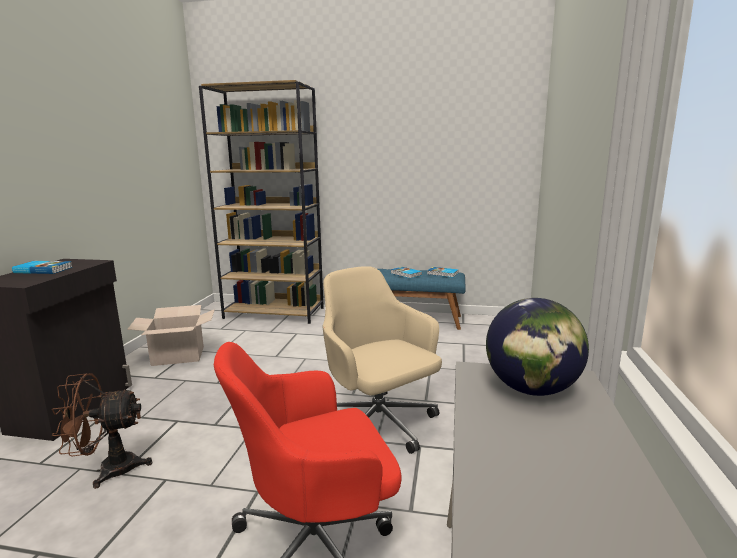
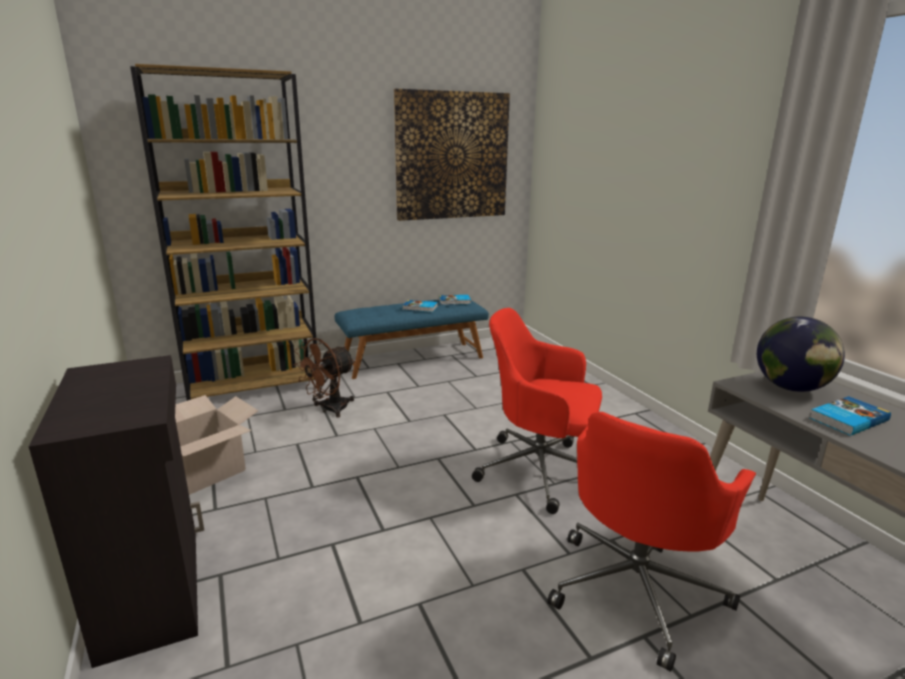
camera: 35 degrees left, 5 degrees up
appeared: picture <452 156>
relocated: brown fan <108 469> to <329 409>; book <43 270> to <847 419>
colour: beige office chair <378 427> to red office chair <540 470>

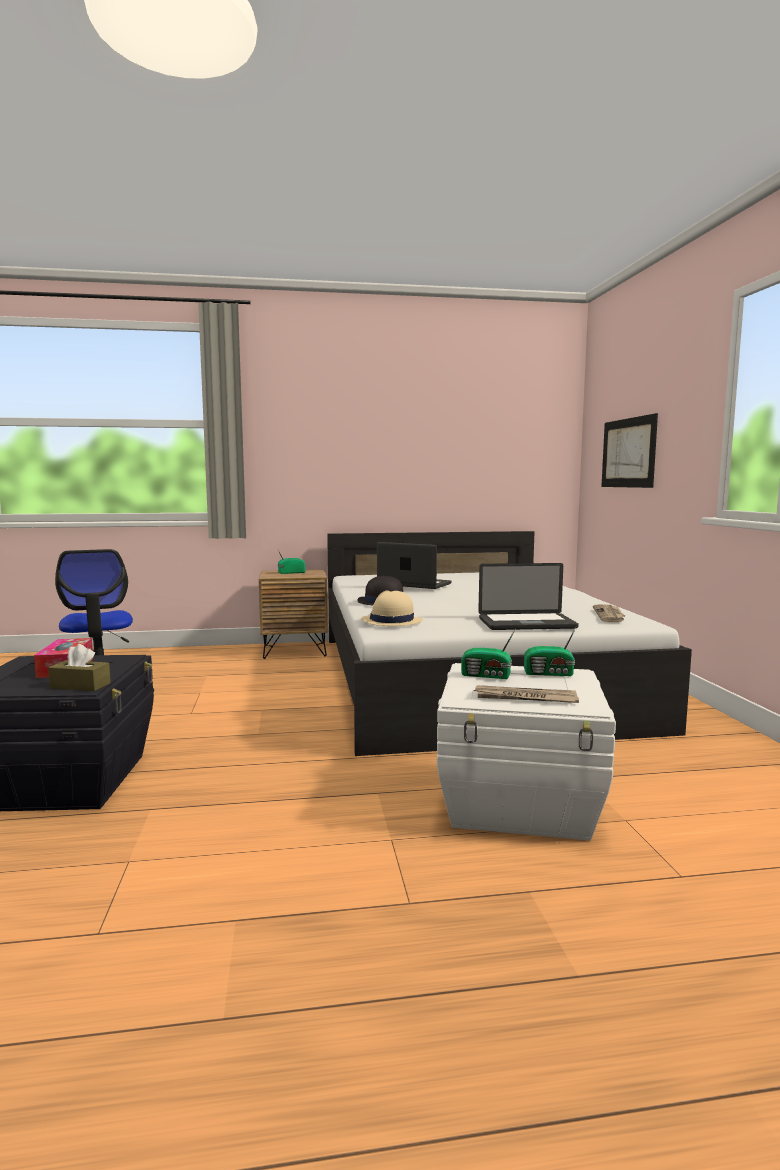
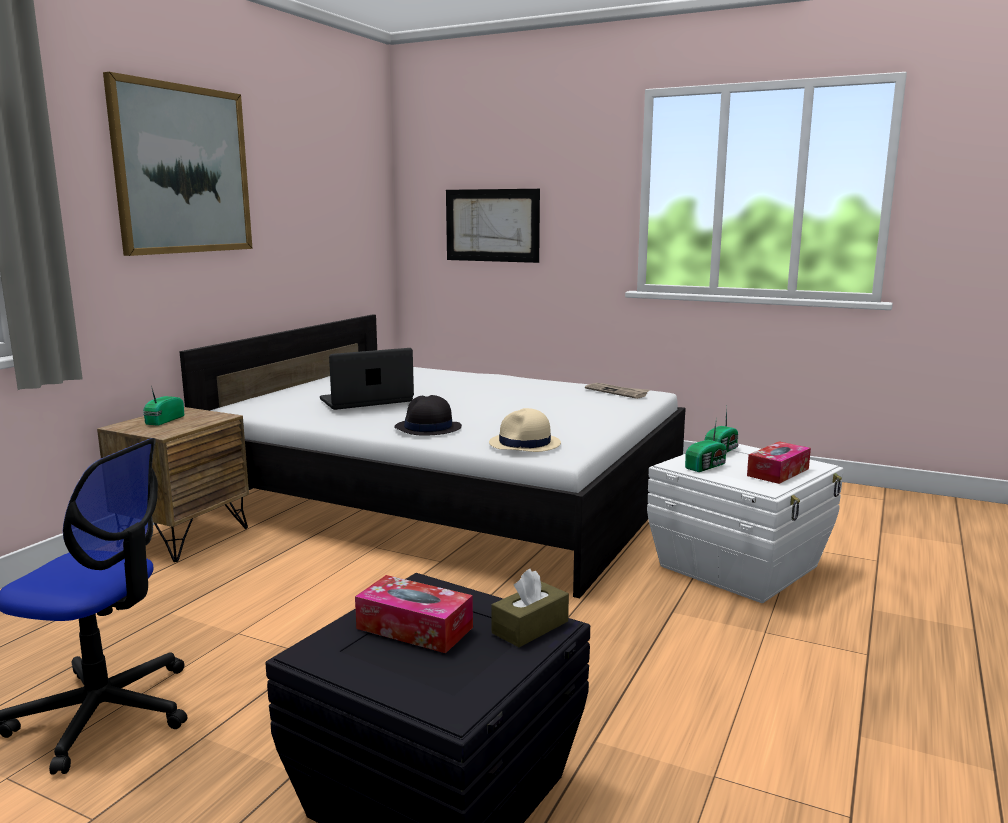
camera: 55 degrees left, 5 degrees up
missing: laptop <526 623>
appeared: picture <182 170>
exchanged: newspaper <525 698> to tissue box <778 472>

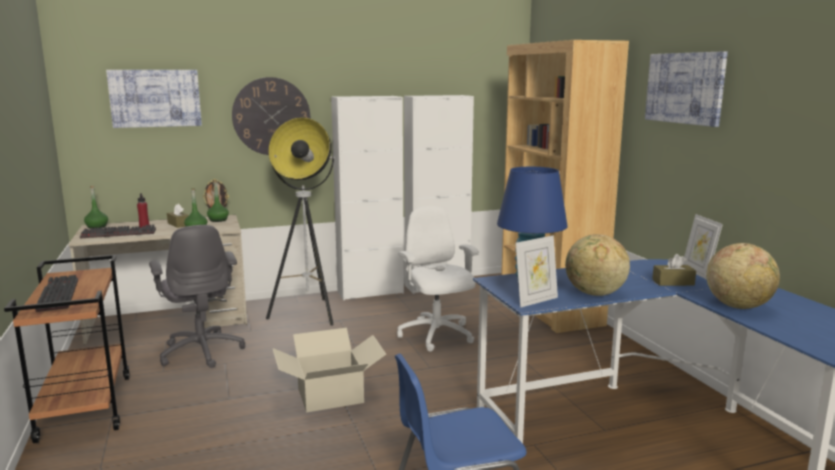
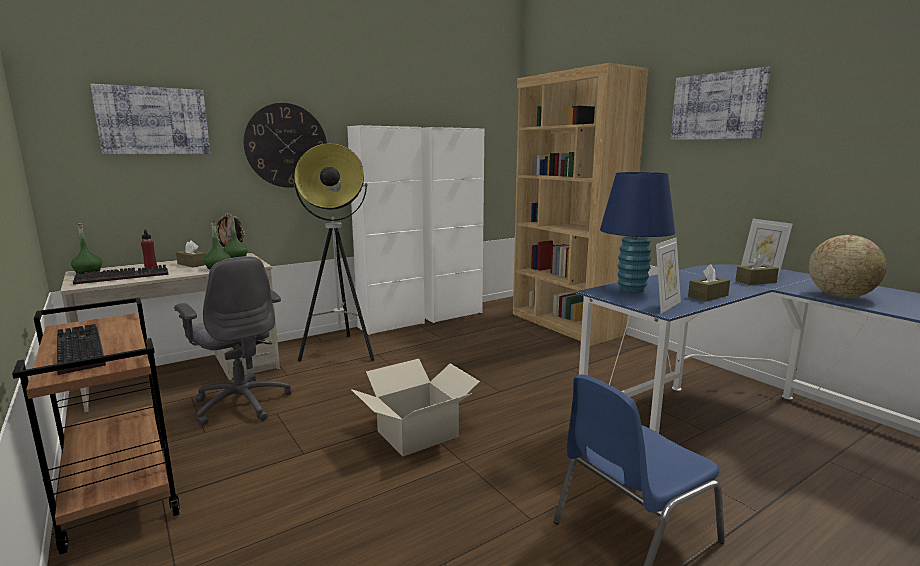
camera: 15 degrees left, 0 degrees up
missing: white office chair <436 336>
exchanged: globe <594 294> to brown tissue box <708 296>

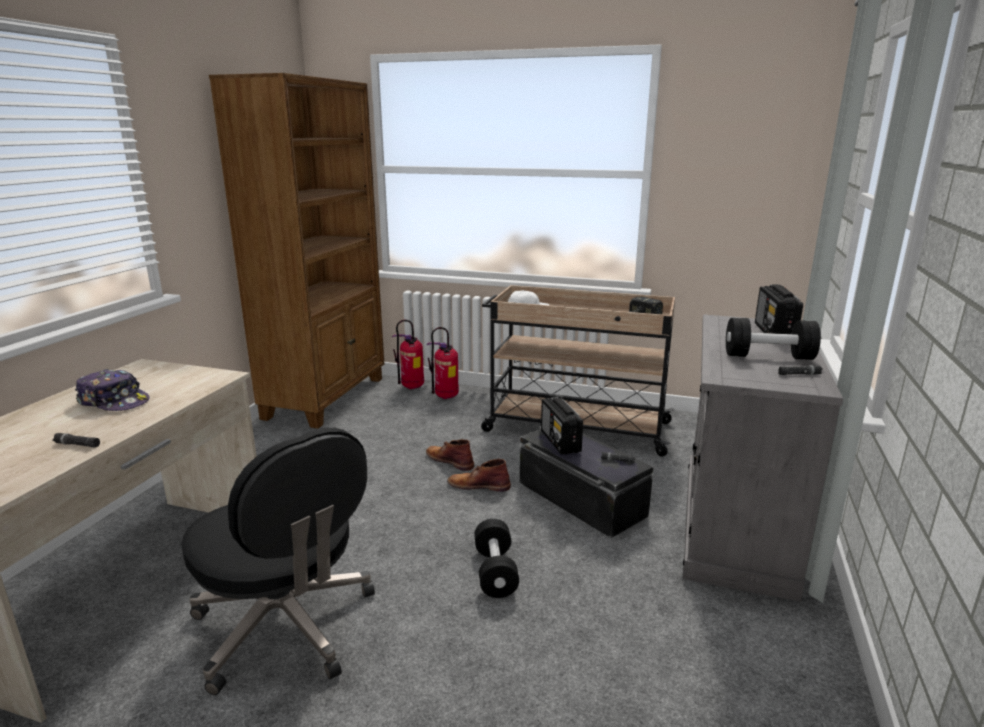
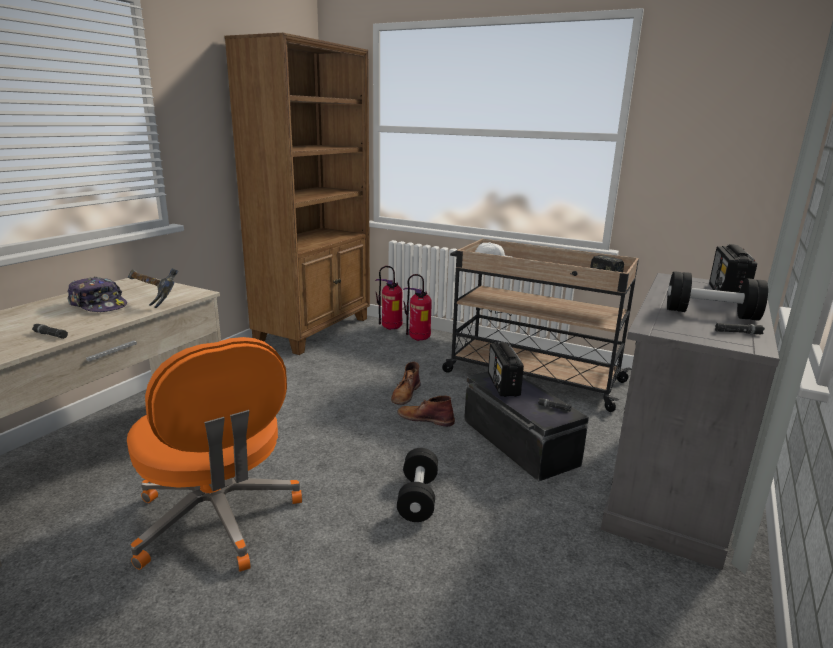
camera: 10 degrees right, 0 degrees up
appeared: hammer <153 298>
colour: black office chair <286 626> to orange office chair <218 519>
spun: brown boot <449 460> = <405 394> 120 degrees counterclockwise

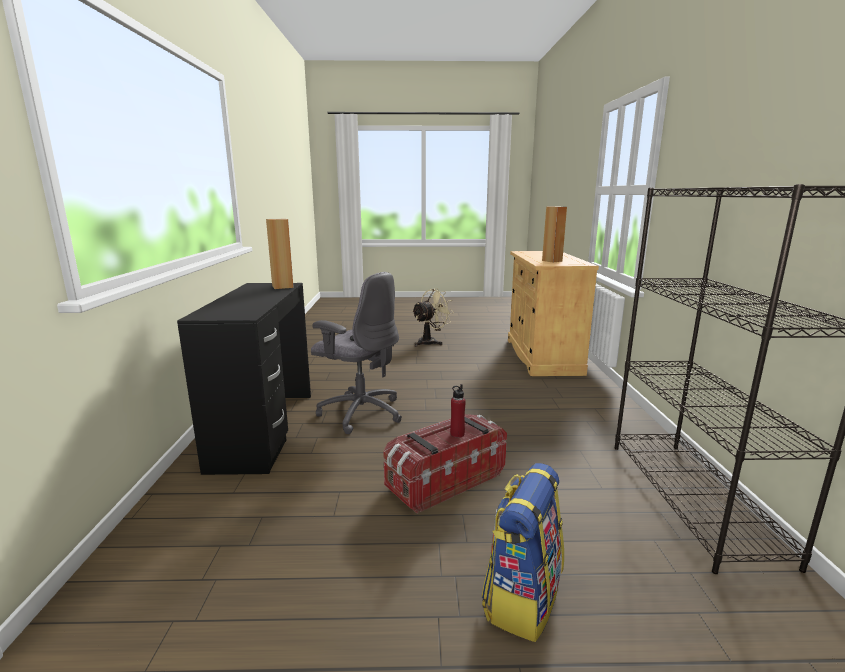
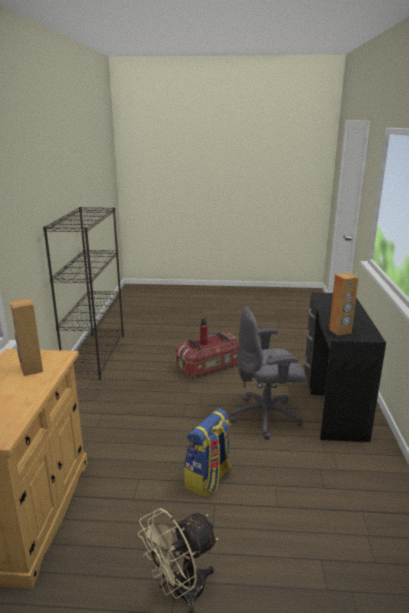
camera: 175 degrees left, 5 degrees up
relocated: backpack <521 597> to <209 479>
spun: grey office chair <360 412> = <266 417> 45 degrees counterclockwise

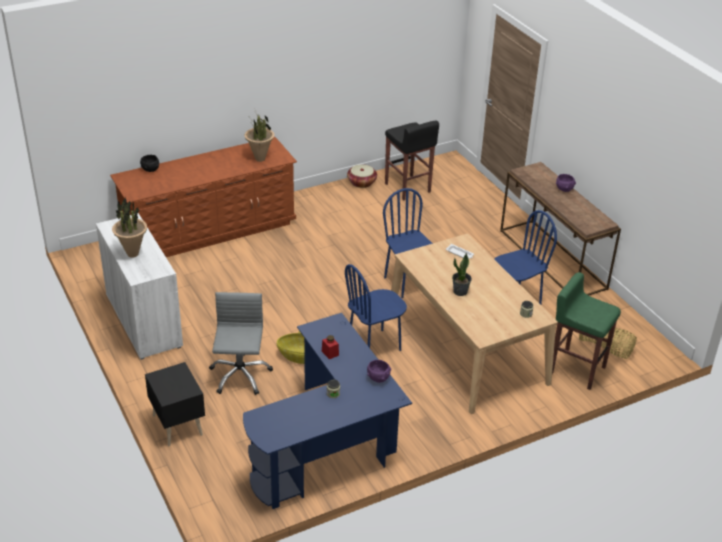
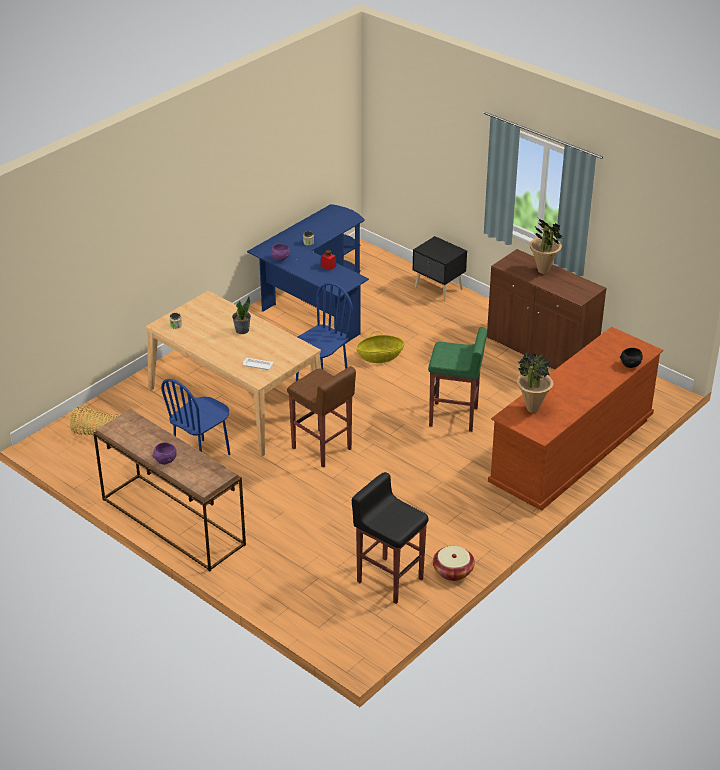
camera: 160 degrees right, 0 degrees up
missing: grey office chair <240 375>
relocated: green stool <576 369> to <454 417>
exchanged: blue chair <408 283> to brown stool <321 449>
colour: white cabinet <144 320> to brown cabinet <541 350>

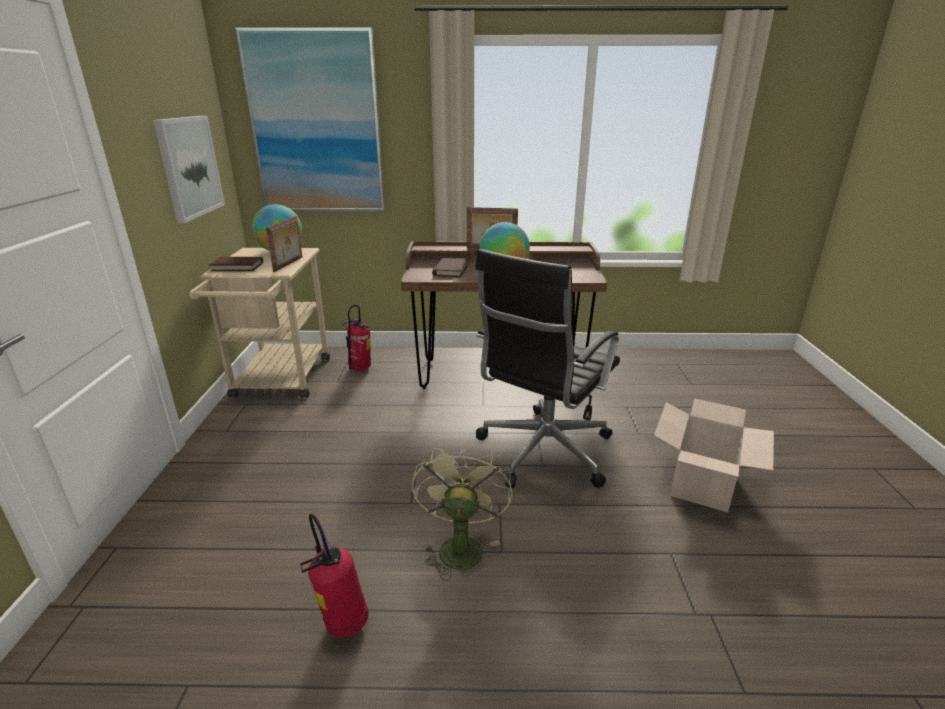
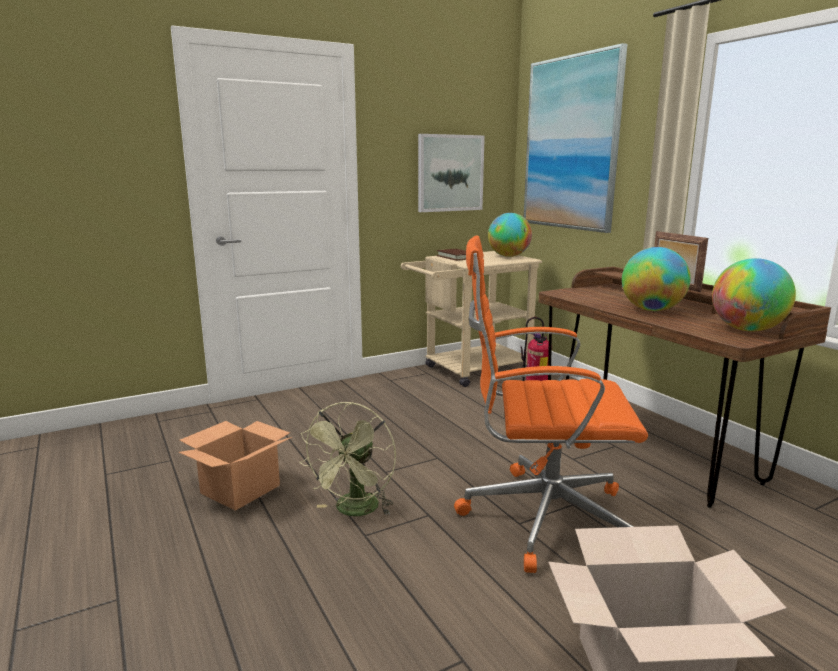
camera: 60 degrees right, 10 degrees down
missing: picture frame <289 264>; brown book <450 270>
appeared: globe <746 330>
exchanged: fire extinguisher <343 623> to cardboard box <240 490>
colour: black office chair <542 452> to orange office chair <541 517>
spun: green fan <460 545> = <354 511> 135 degrees clockwise

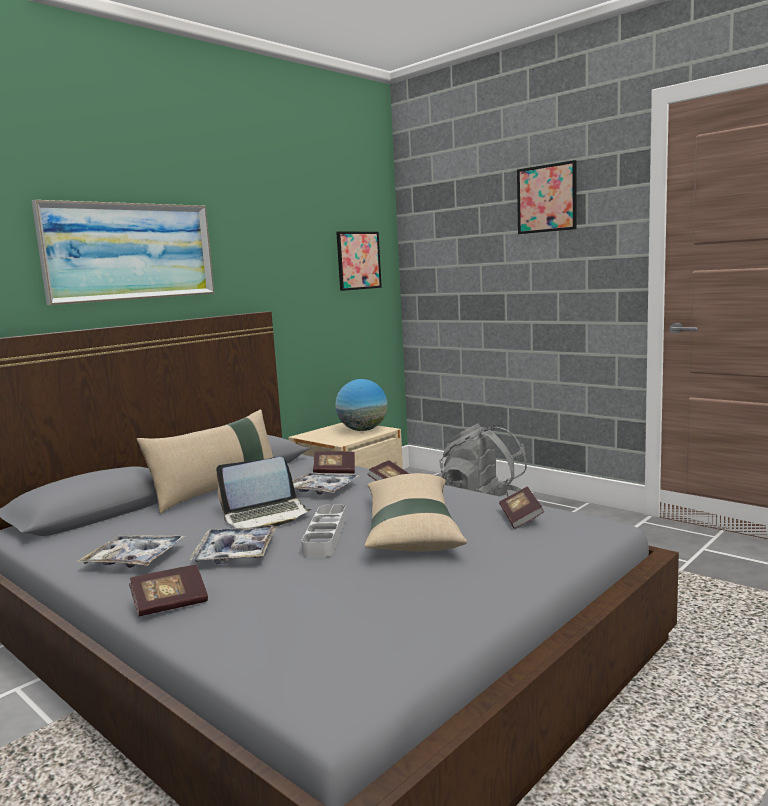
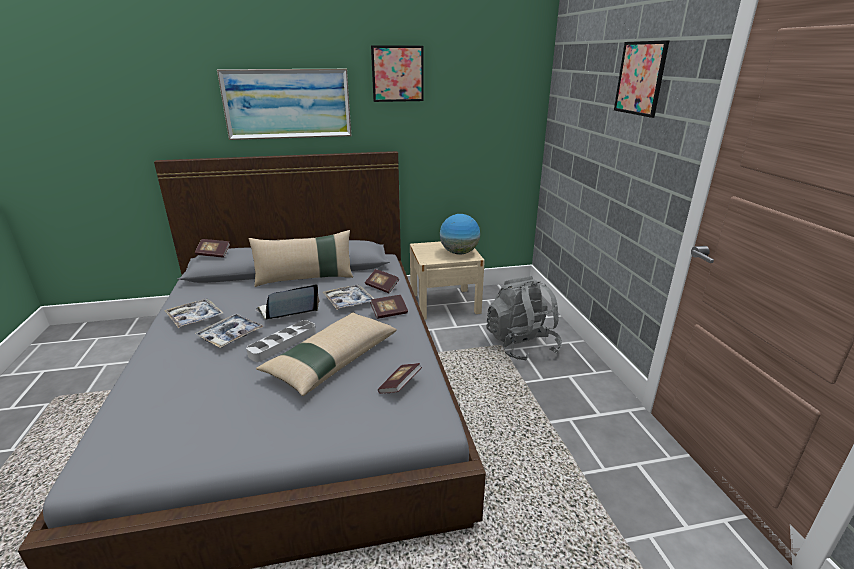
camera: 35 degrees right, 15 degrees up
relocated: book <170 604> to <213 254>; picture <358 260> to <397 74>
spun: laptop <266 516> = <287 312> 135 degrees clockwise

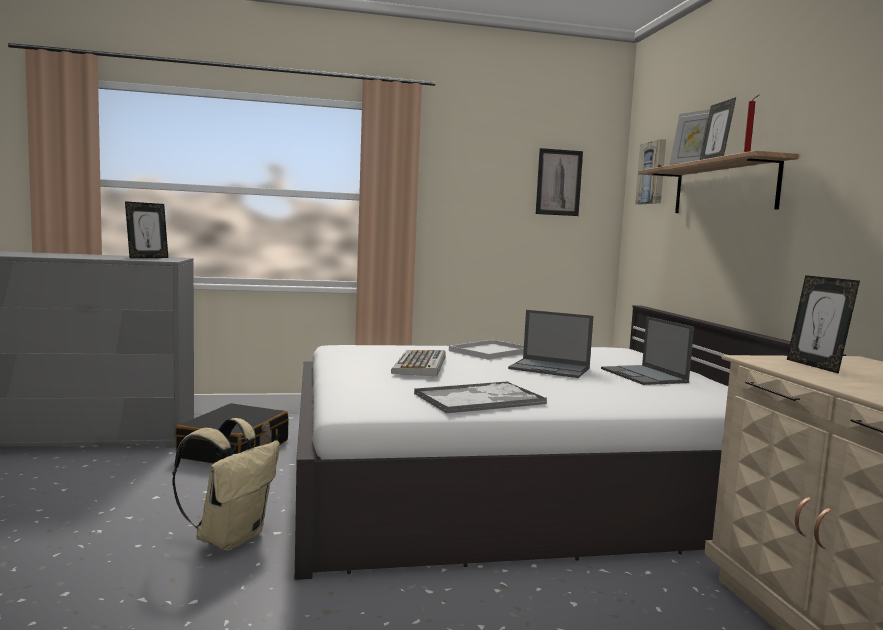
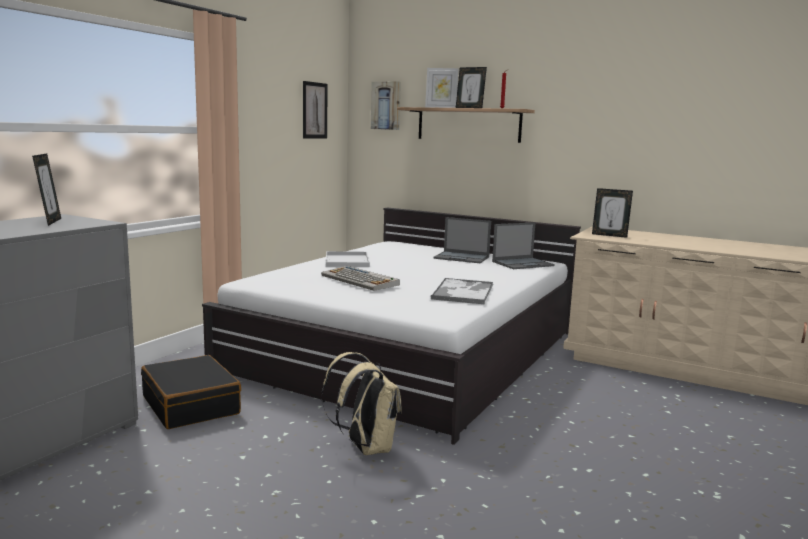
camera: 50 degrees left, 5 degrees up
relocated: laptop <550 368> to <523 263>

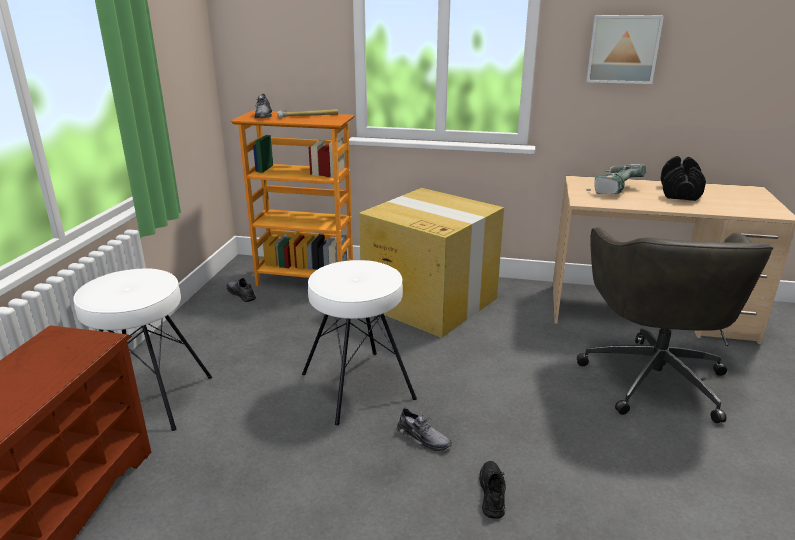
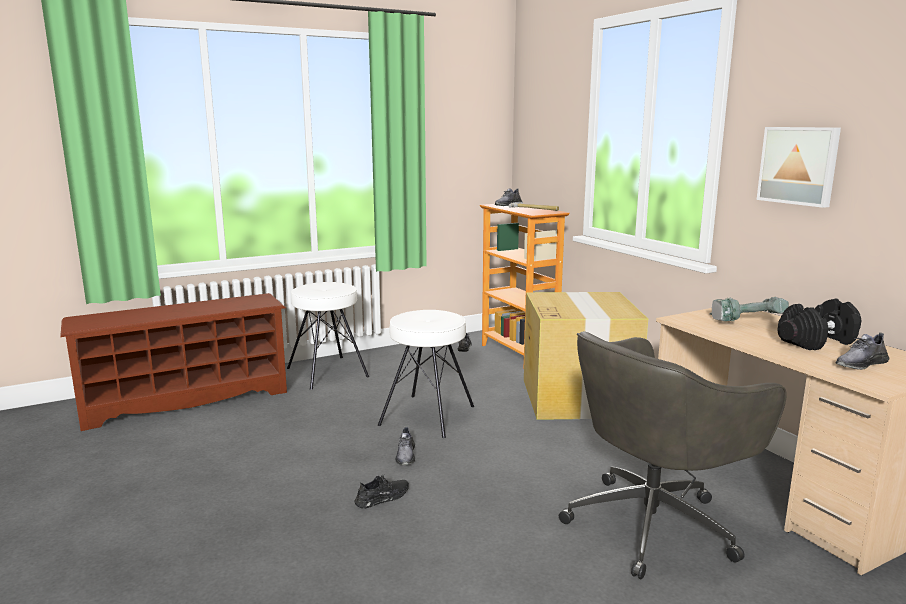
camera: 50 degrees right, 10 degrees down
appeared: grey shoe <860 364>

